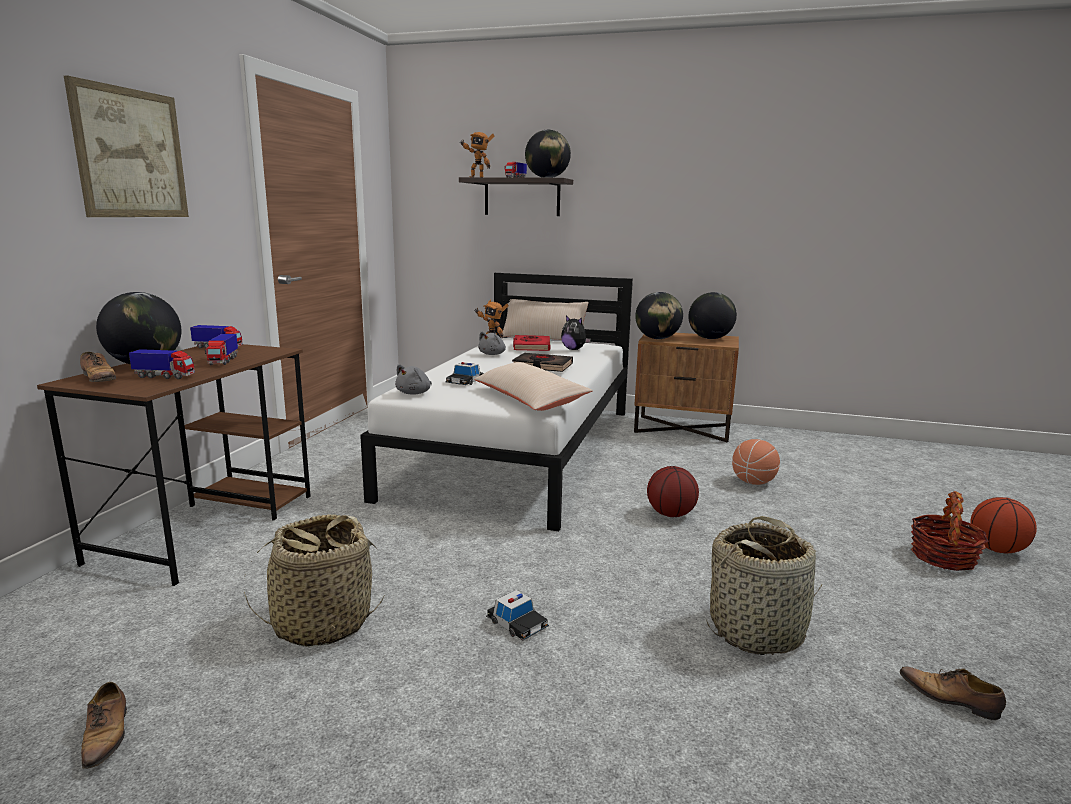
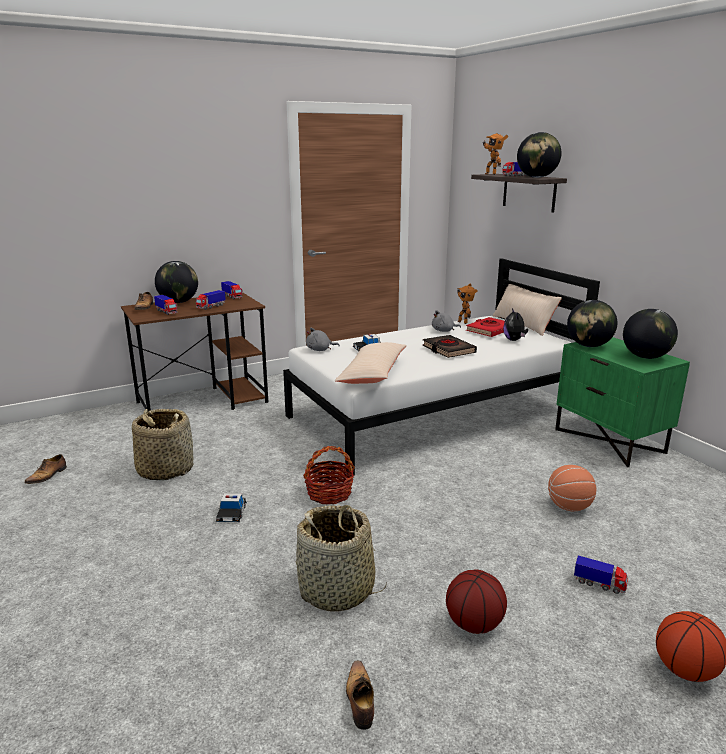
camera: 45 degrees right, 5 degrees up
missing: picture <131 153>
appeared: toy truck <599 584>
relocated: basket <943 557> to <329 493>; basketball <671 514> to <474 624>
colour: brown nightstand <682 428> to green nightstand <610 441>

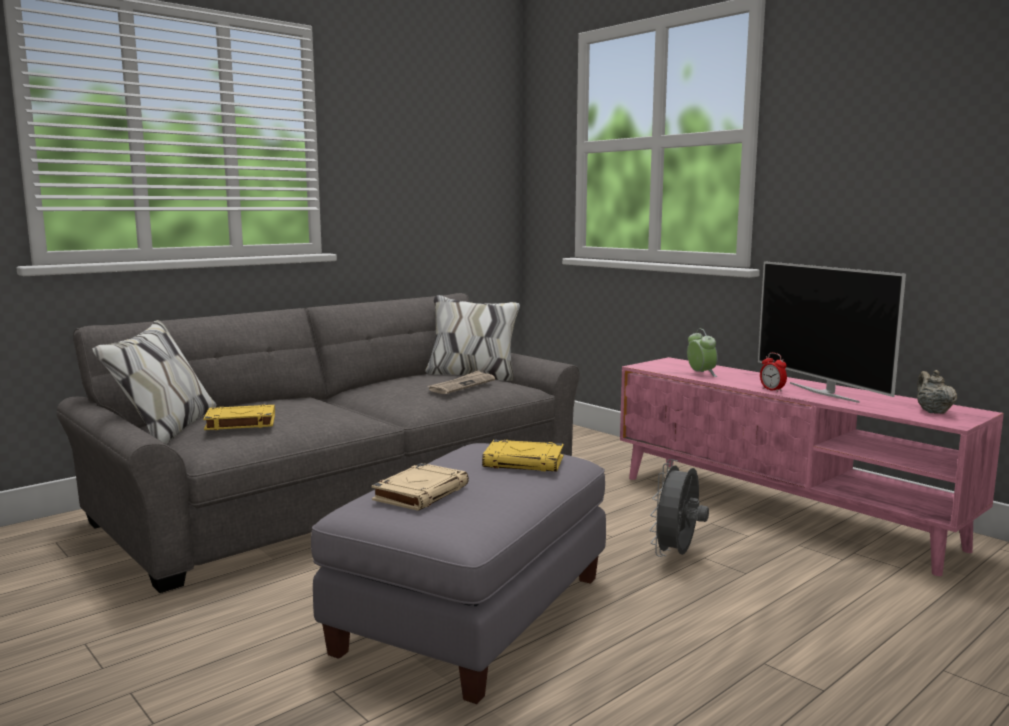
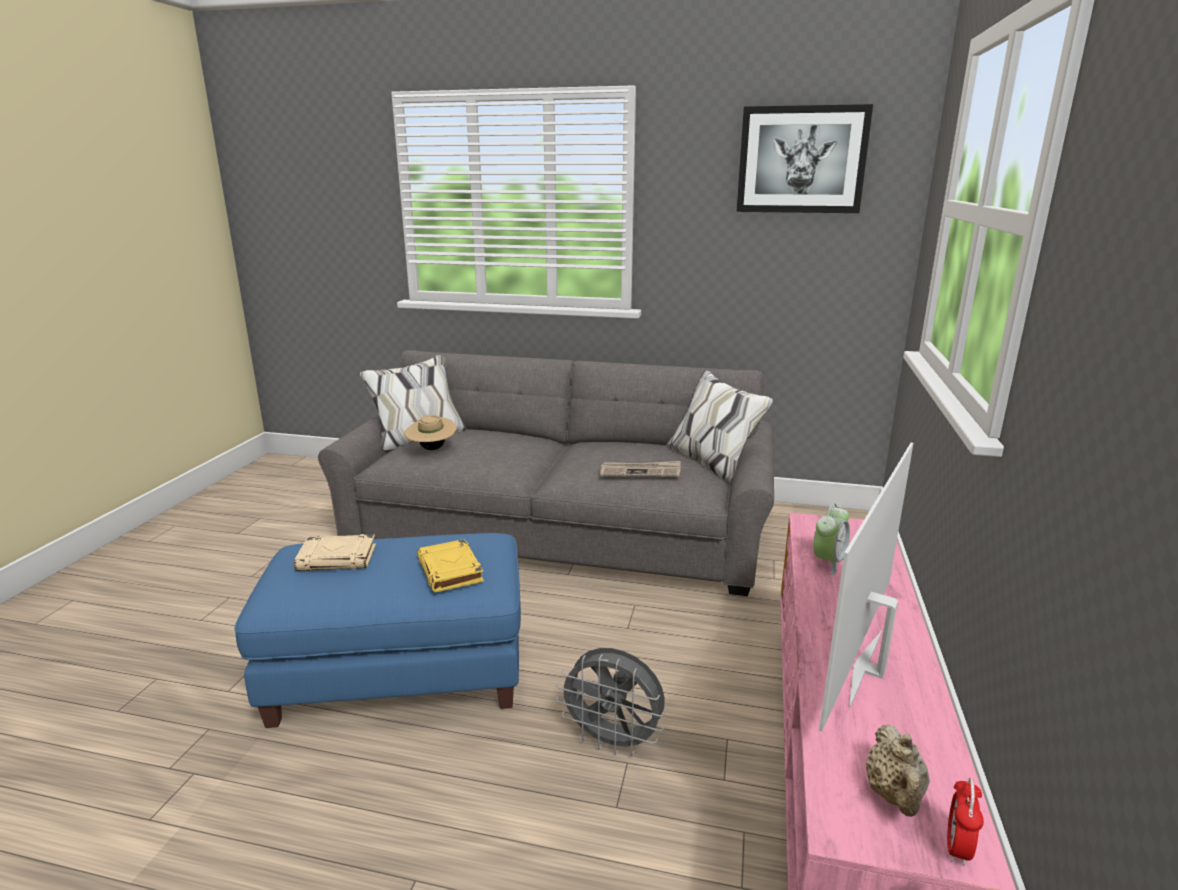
camera: 55 degrees right, 10 degrees up
appeared: picture <801 160>
relocated: alarm clock <772 390> to <957 848>
exchanged: yellow book <239 423> to beige hat <431 449>
colour: grey ottoman <475 612> to blue ottoman <401 670>
spun: grey fan <677 555> = <613 741> 150 degrees counterclockwise; beige teapot <932 411> = <894 796> 135 degrees clockwise

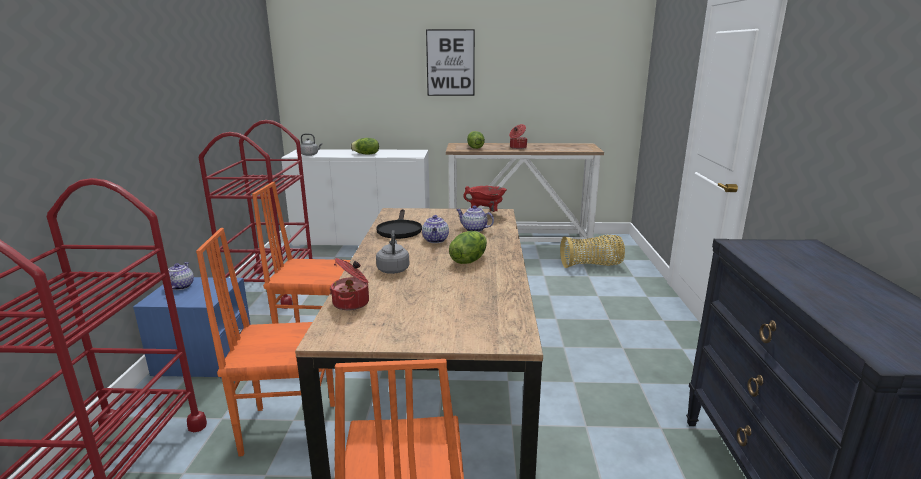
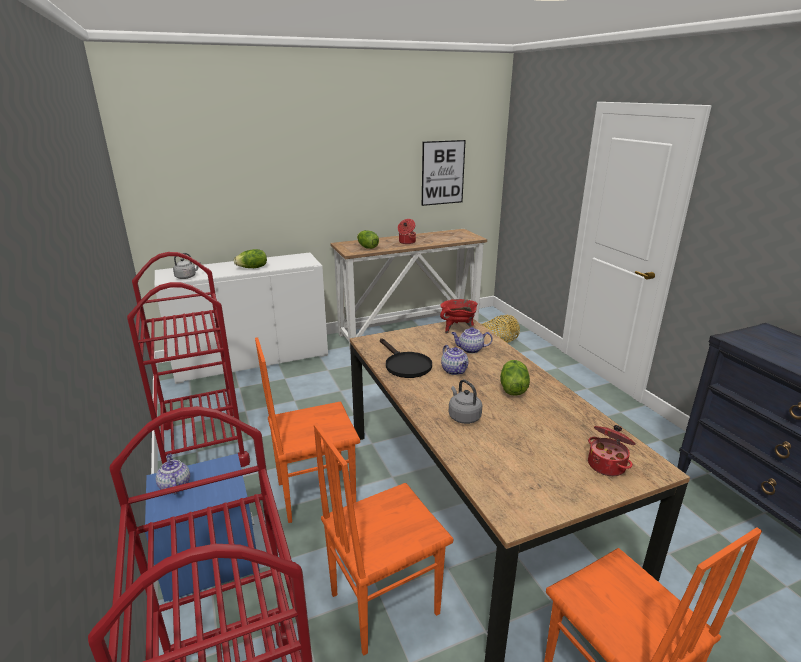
camera: 25 degrees left, 5 degrees up
relocated: picture <450 63> to <443 173>; cooking pot <352 303> to <607 465>

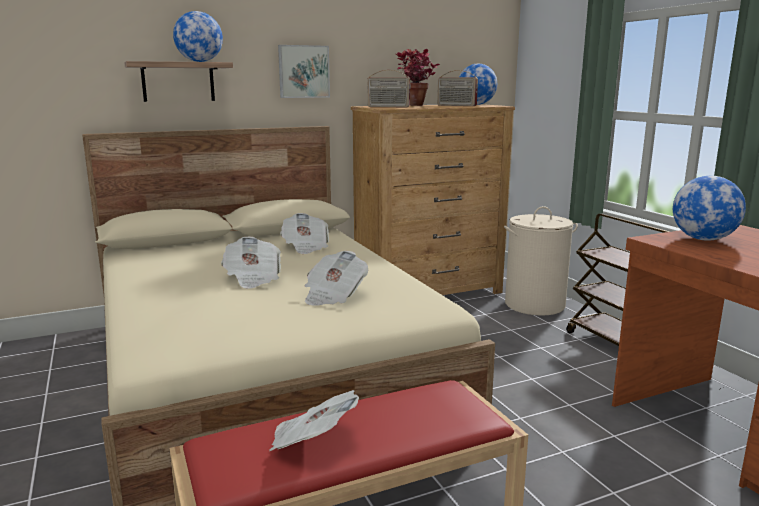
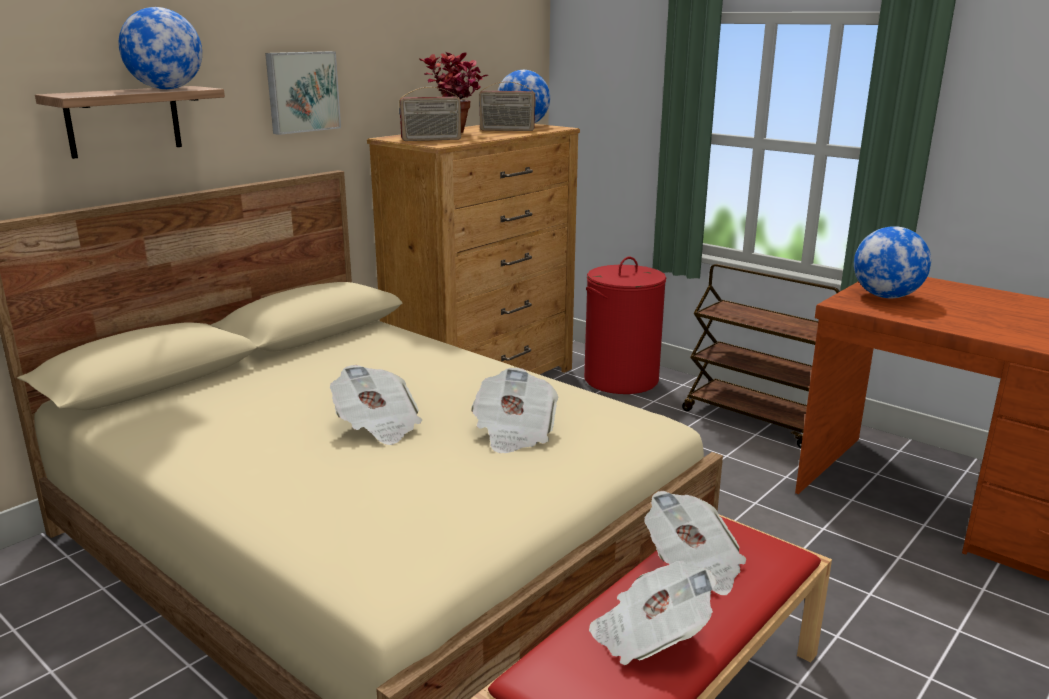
camera: 25 degrees left, 5 degrees up
relocated: newspaper <305 247> to <694 565>
colour: beige laundry basket <534 305> to red laundry basket <621 380>

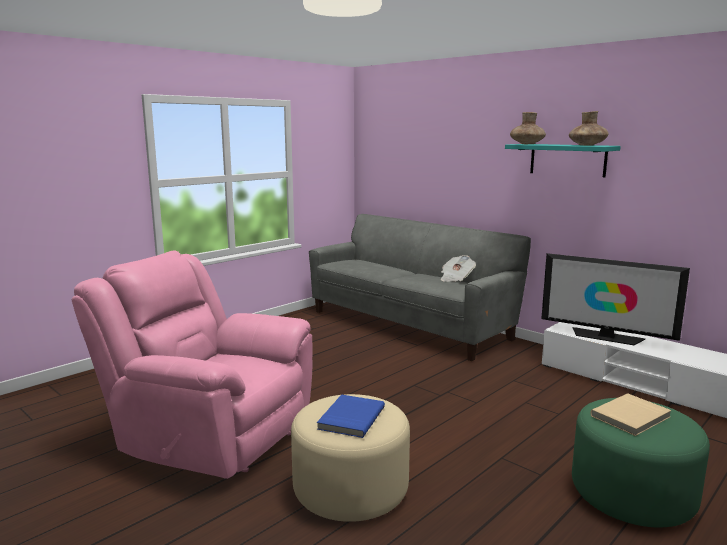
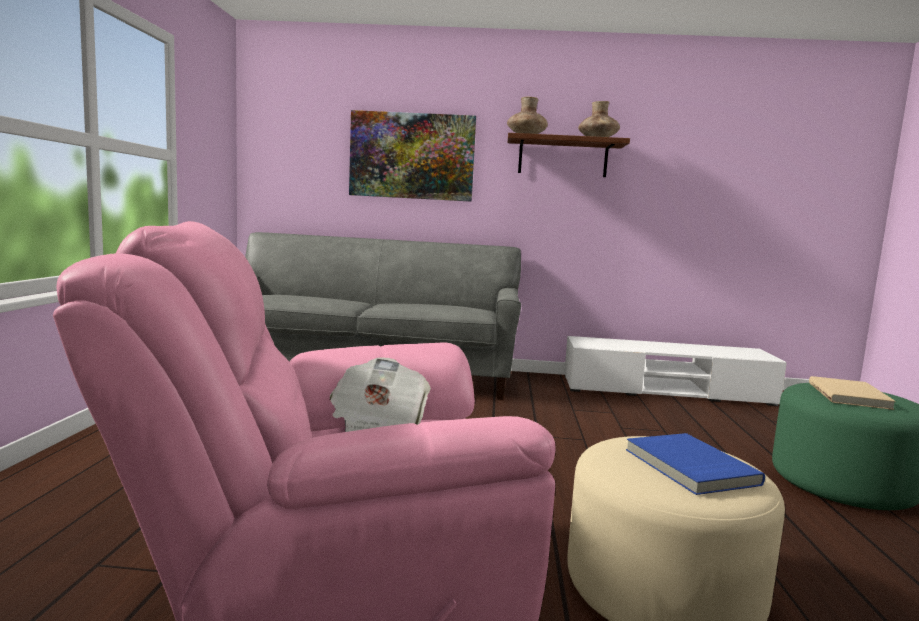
camera: 40 degrees left, 5 degrees down
missing: television <606 337>
appeared: picture <412 156>
relocated: newspaper <456 278> to <377 428>
colour: turquoise shelf <567 160> to brown shelf <563 158>

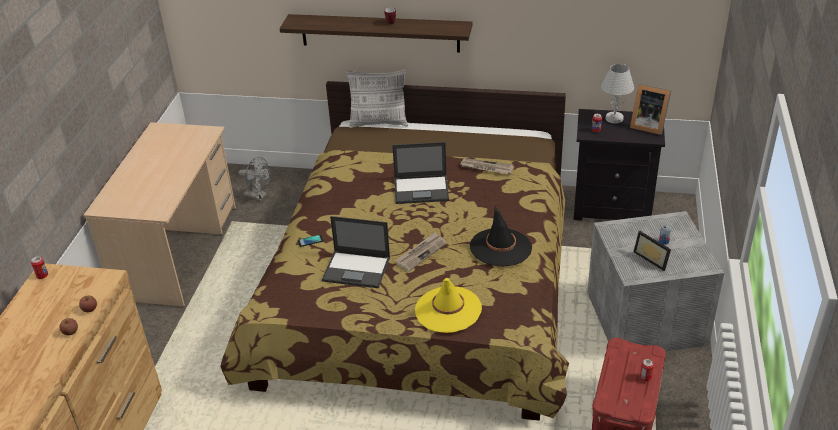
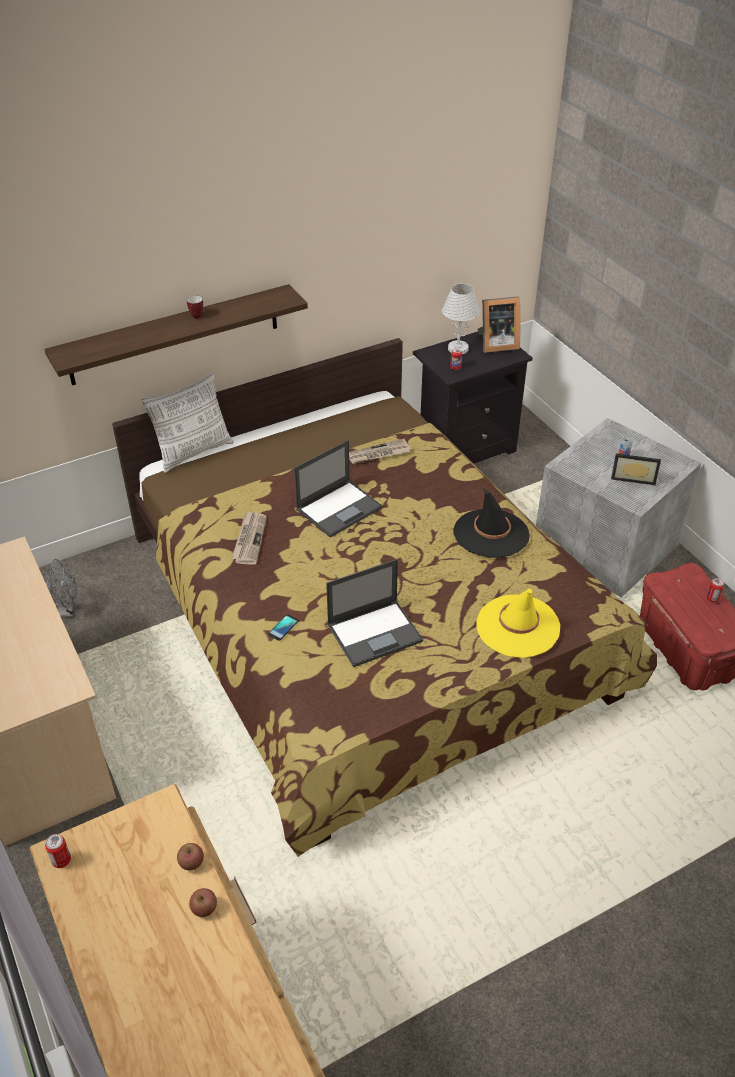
camera: 40 degrees left, 5 degrees up
relocated: newspaper <421 253> to <249 539>

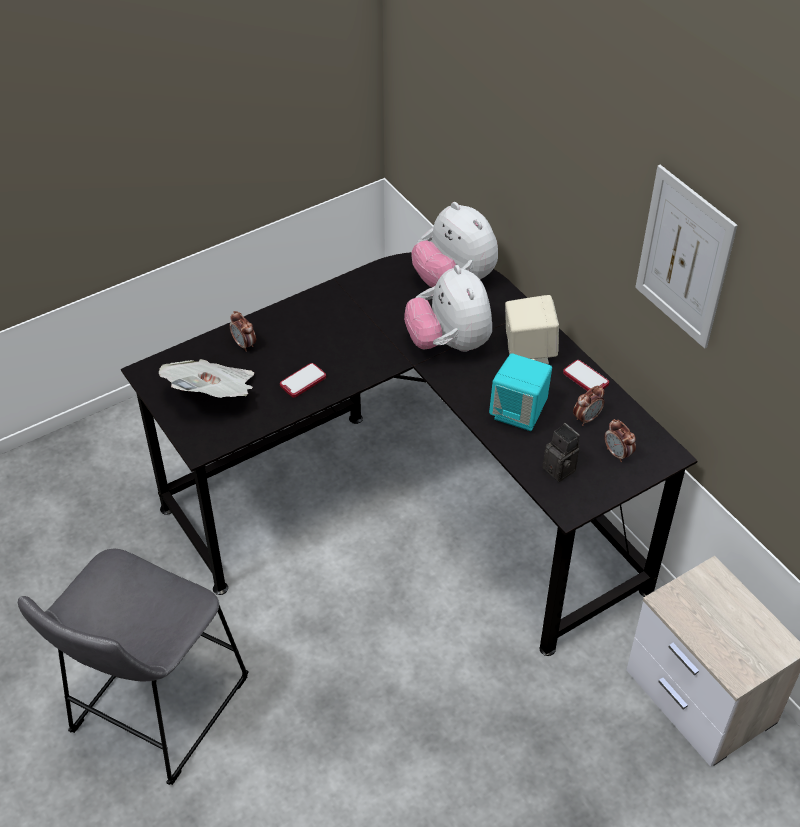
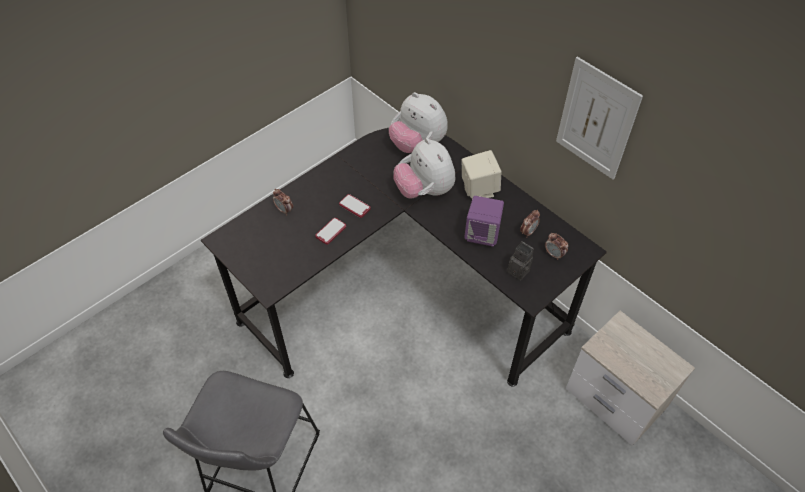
camera: 10 degrees left, 5 degrees up
missing: newspaper <213 395>
relocated: phone <585 378> to <354 206>
colour: turquoise speaker <519 413> to purple speaker <482 234>

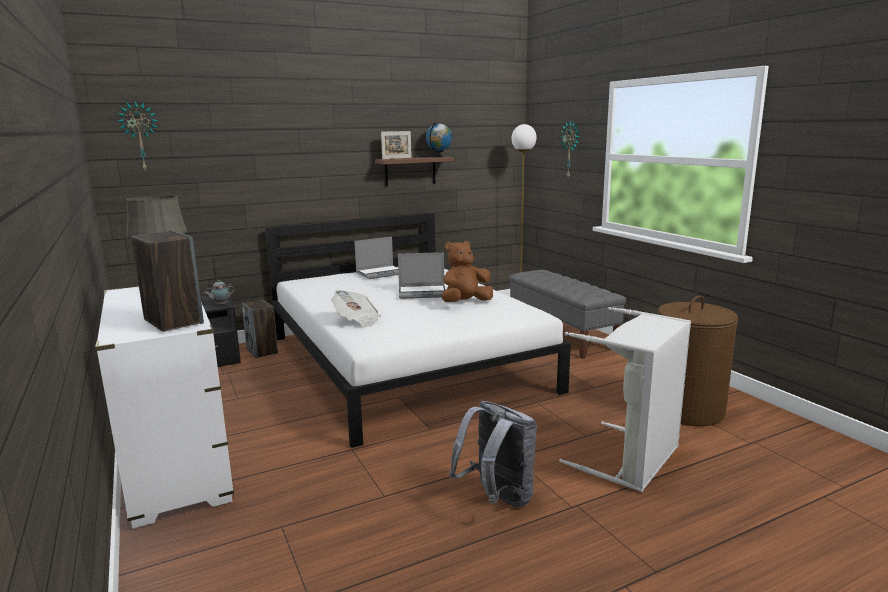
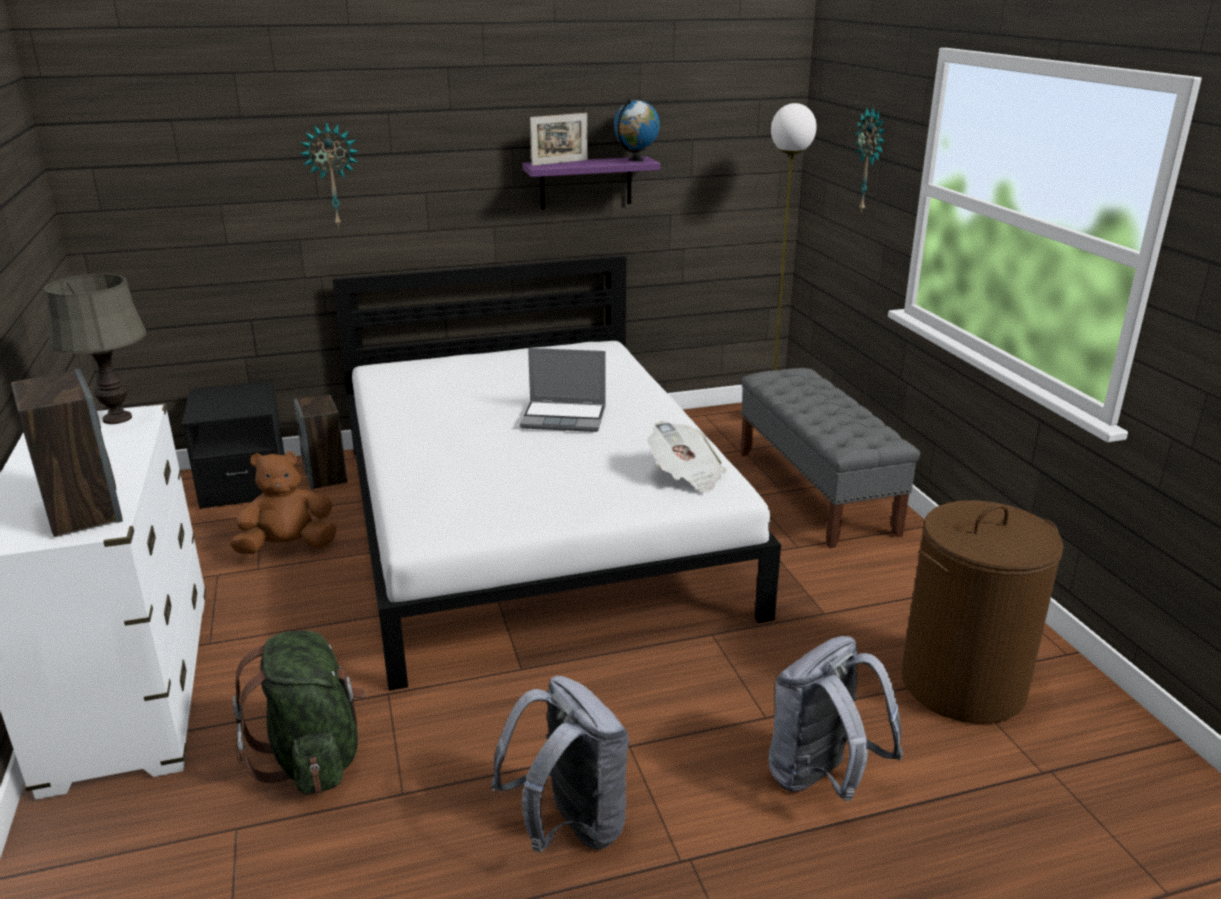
camera: 10 degrees right, 10 degrees up
missing: teapot <220 305>; laptop <381 273>
appeared: green backpack <313 758>
relocated: brown plush toy <465 303> to <288 547>; wall clock <140 136> to <332 175>; newspaper <357 321> to <686 475>
exchanged: grey laundry basket <632 460> to grey backpack <821 779>
colour: brown shelf <410 171> to purple shelf <586 183>

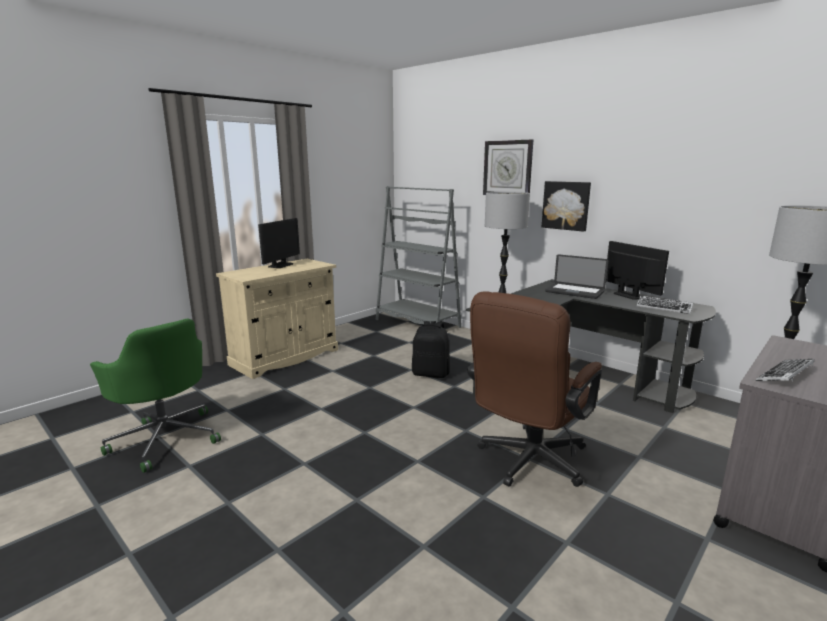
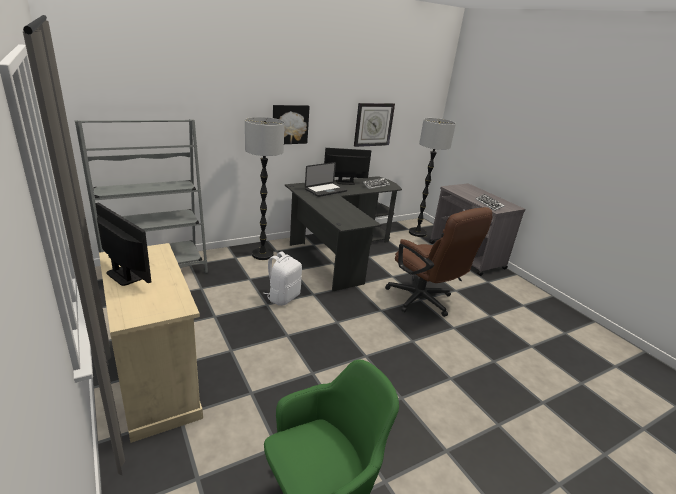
camera: 75 degrees left, 10 degrees up
relocated: wall clock <507 168> to <373 124>
colour: black backpack <431 374> to white backpack <283 297>

